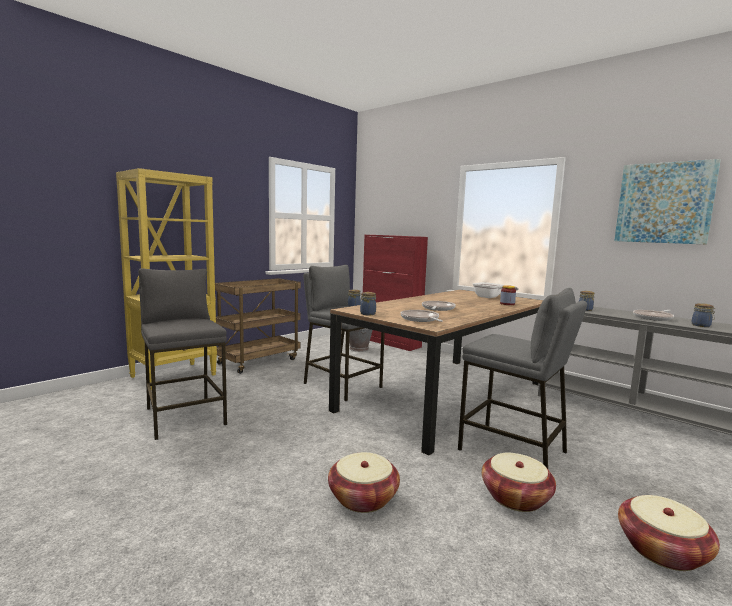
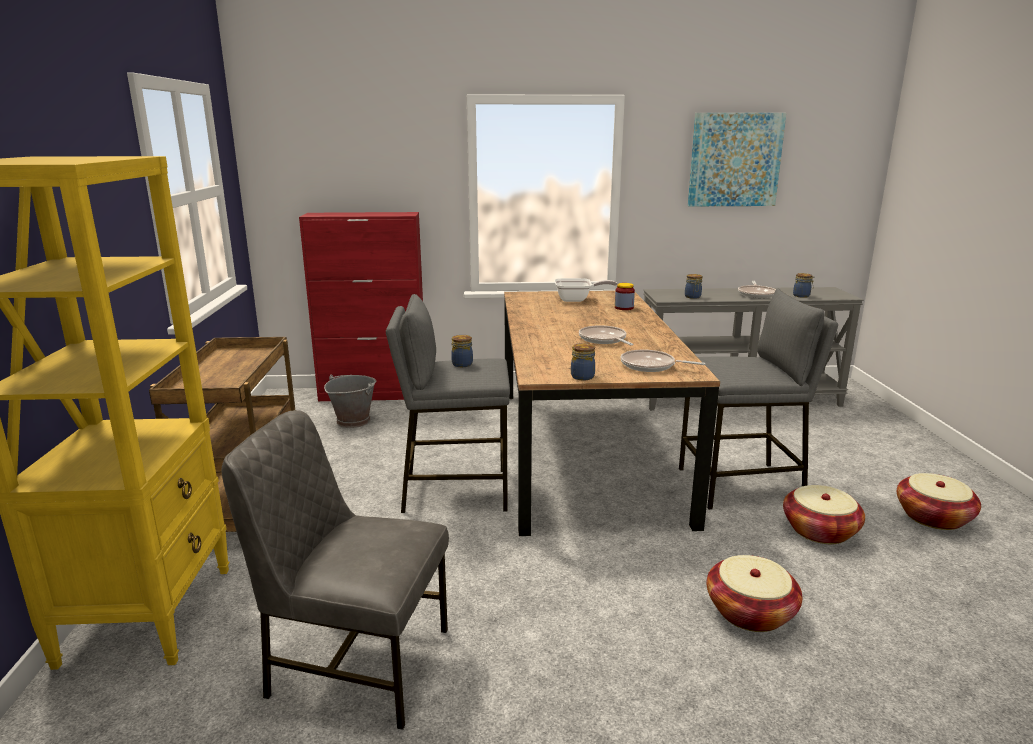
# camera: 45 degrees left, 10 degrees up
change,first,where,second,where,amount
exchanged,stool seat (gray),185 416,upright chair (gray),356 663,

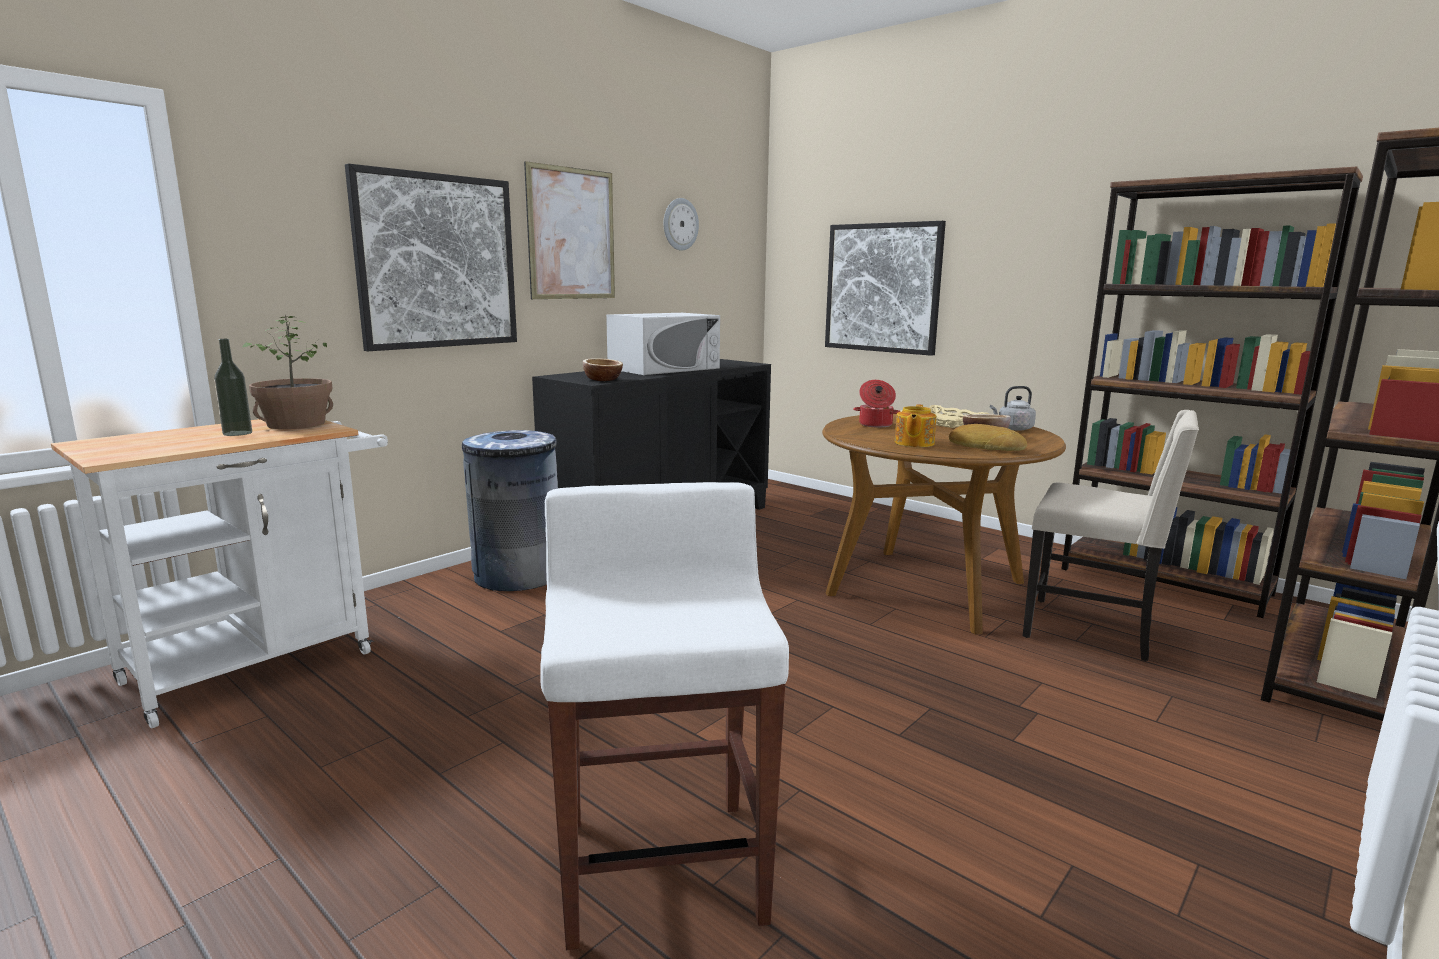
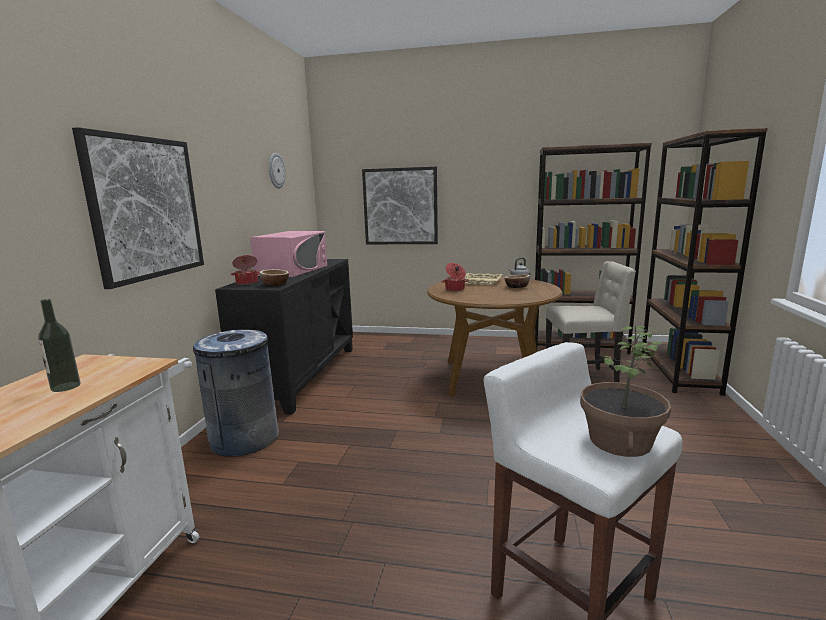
# camera: 30 degrees left, 0 degrees up
change,first,where,second,where,amount
relocated,houseplant,296 424,,619 440,
missing,picture,572 234,,,
colour,kitchen microwave (white),664 368,kitchen microwave (pink-coloured),292 270,
missing,tea pot,913 443,,,
missing,bakery bread,986 446,,,
appeared,,,cooking pot,247 283,

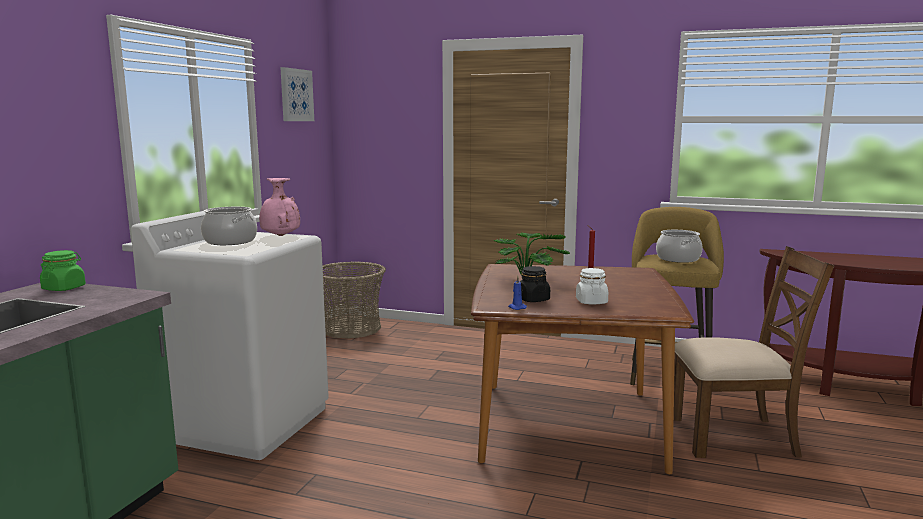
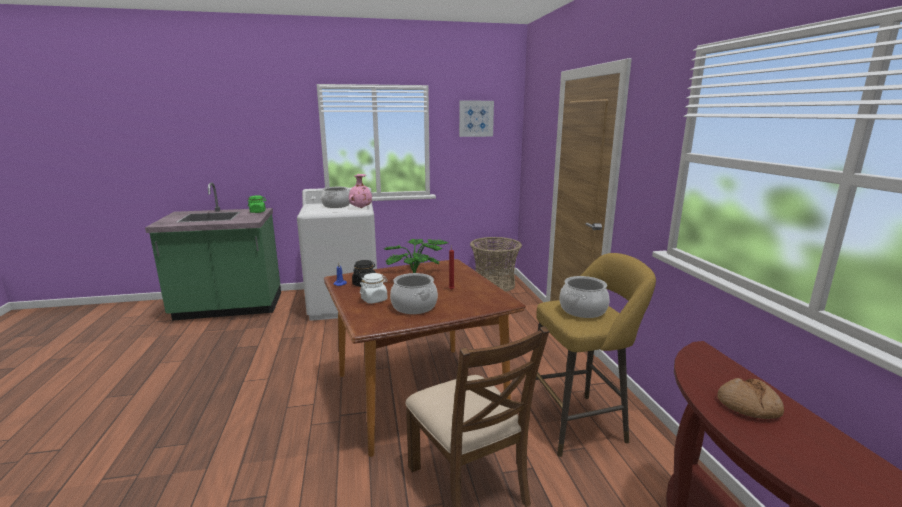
# camera: 60 degrees right, 5 degrees up
change,first,where,second,where,amount
appeared,,,cooking pot,413 306,
appeared,,,bakery bread,748 406,

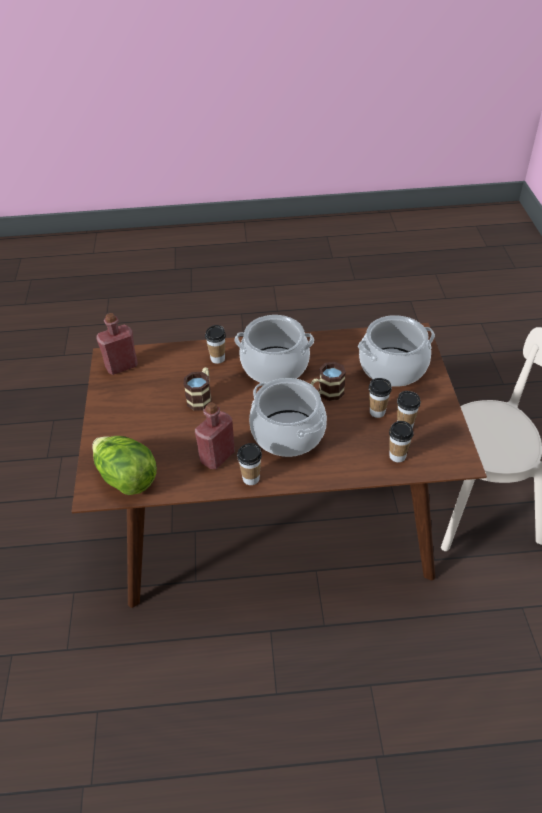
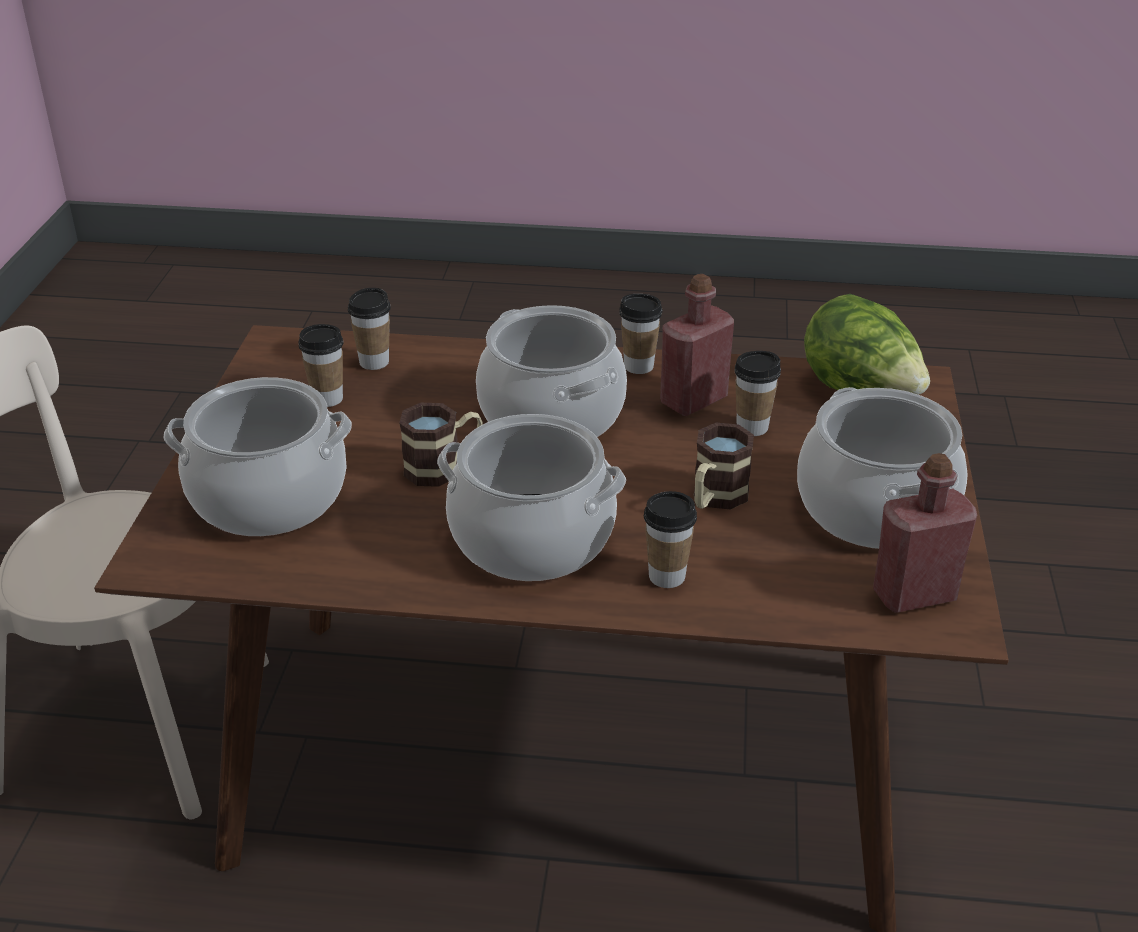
# camera: 170 degrees left, 10 degrees down
change,first,where,second,where,amount
relocated,drinking cup,377 412,,752 427,
appeared,,,cooking pot,874 509,

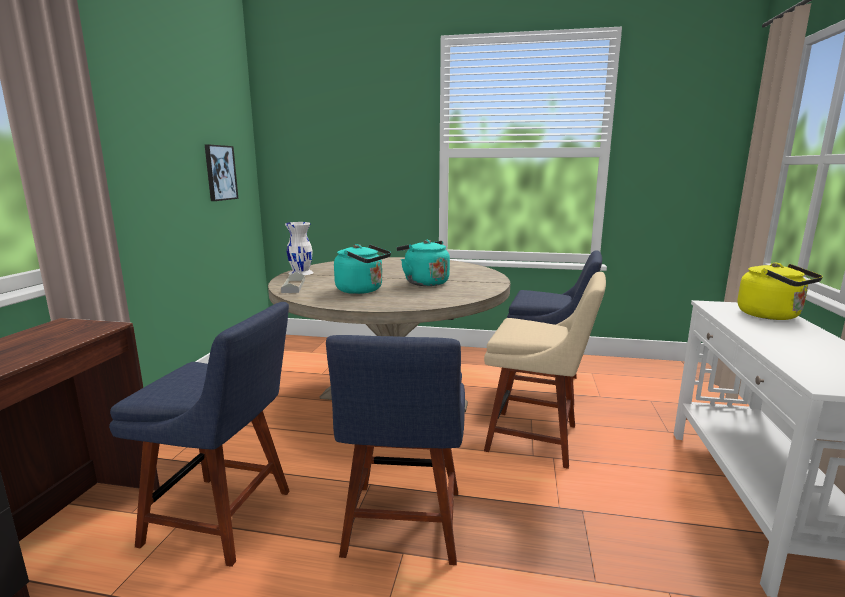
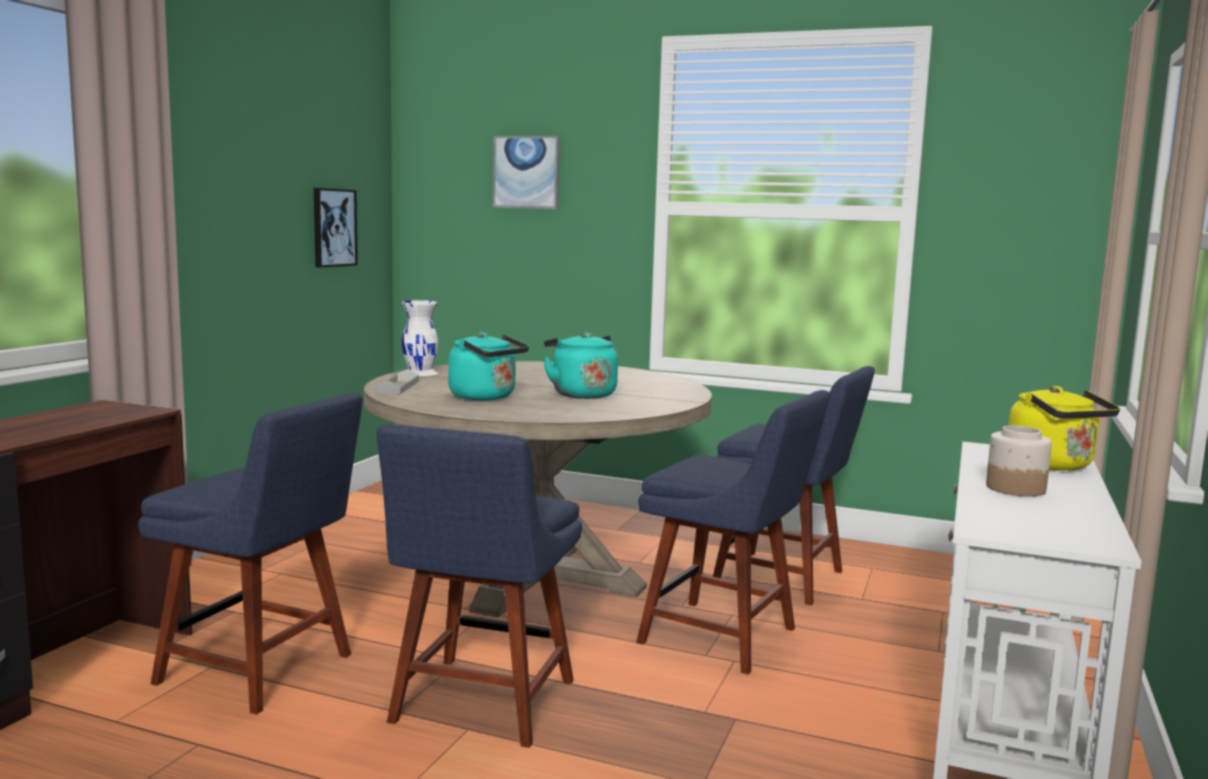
# camera: 10 degrees right, 5 degrees down
change,first,where,second,where,amount
colour,upright chair (beige),537 438,upright chair (blue),725 637,
appeared,,,picture,526 172,
appeared,,,jar,1014 488,

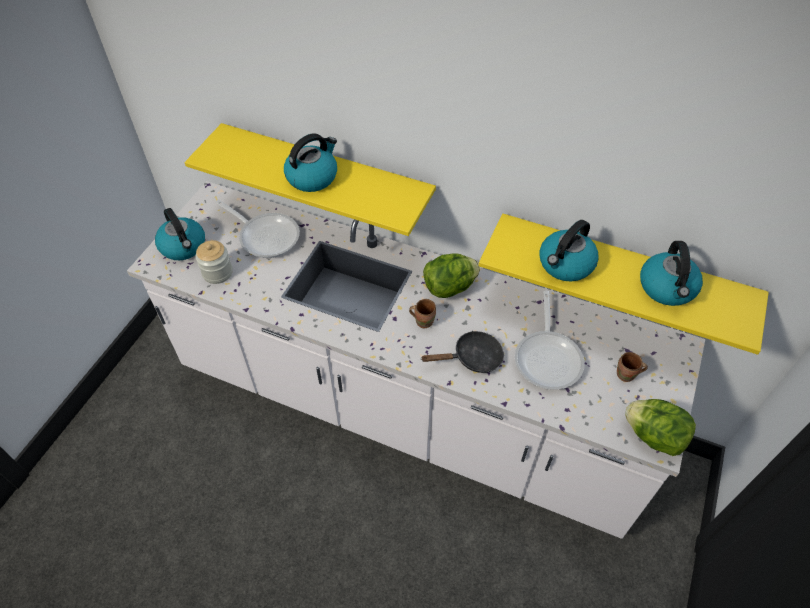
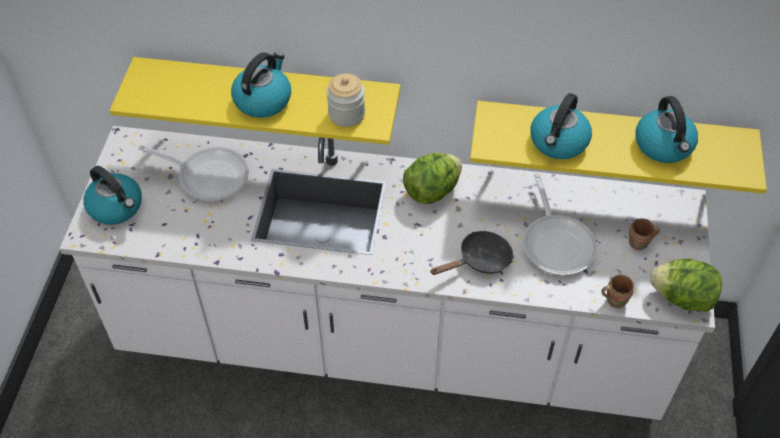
# camera: 15 degrees left, 0 degrees up
change,first,where,second,where,amount
relocated,jar,217 272,,346 114,
relocated,coffee mug (brown),423 320,,614 299,

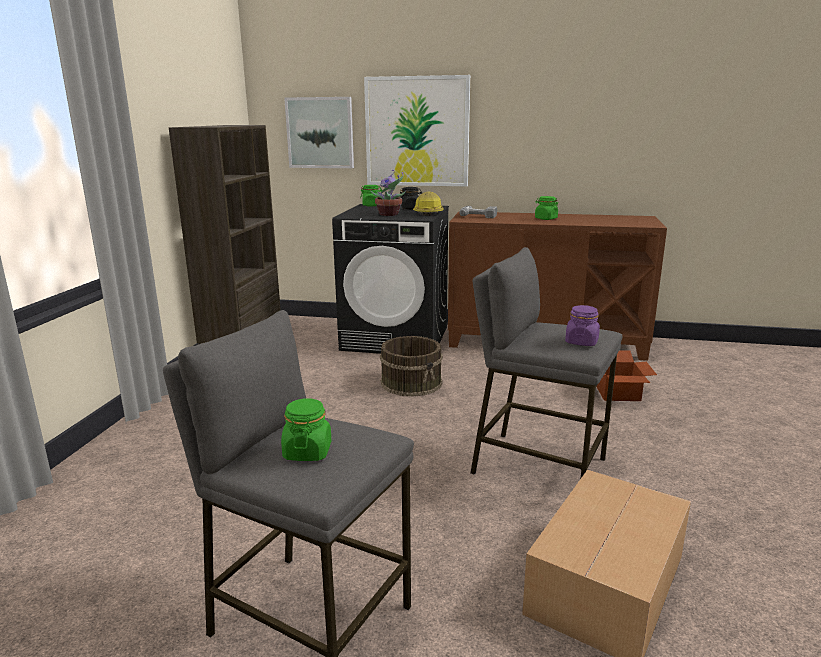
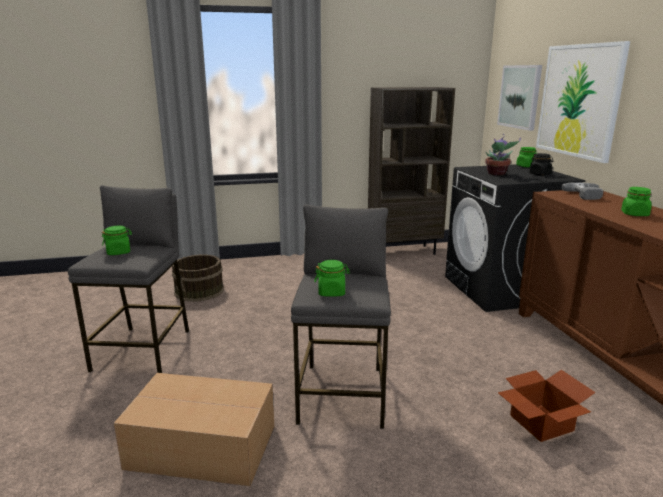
# camera: 65 degrees right, 0 degrees up
change,first,where,second,where,amount
relocated,water bucket (brown),412 382,,199 291,
missing,hard hat,428 213,,,
colour,jar (purple-coloured),581 342,jar (green),332 292,

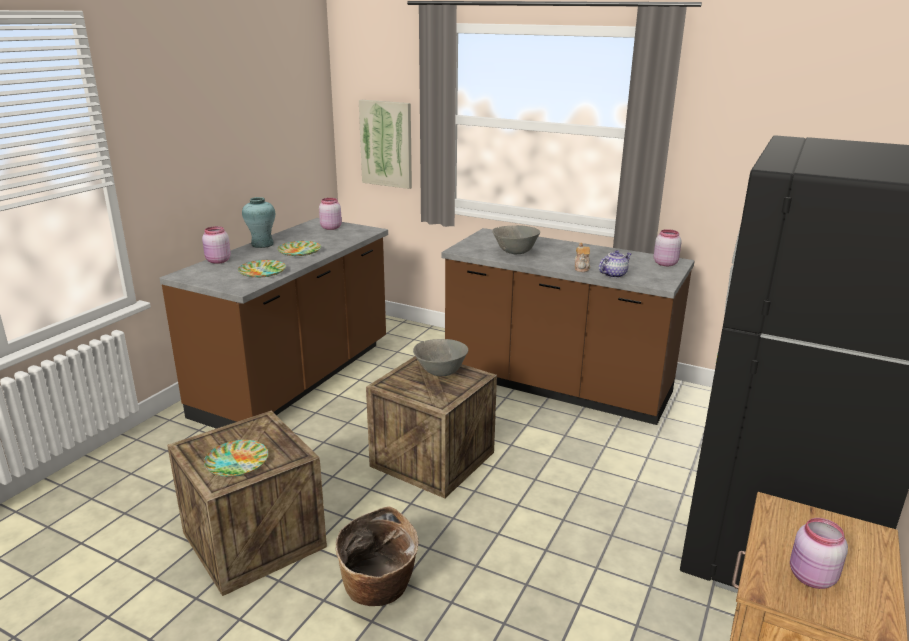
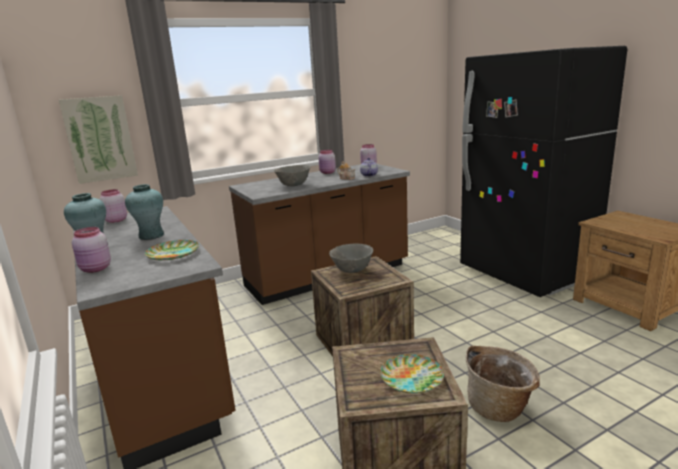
# camera: 55 degrees left, 5 degrees down
change,first,where,second,where,amount
exchanged,plate,300 251,vase (turquoise-coloured),151 236,
relocated,jar (pink-coloured),811 578,,327 172,

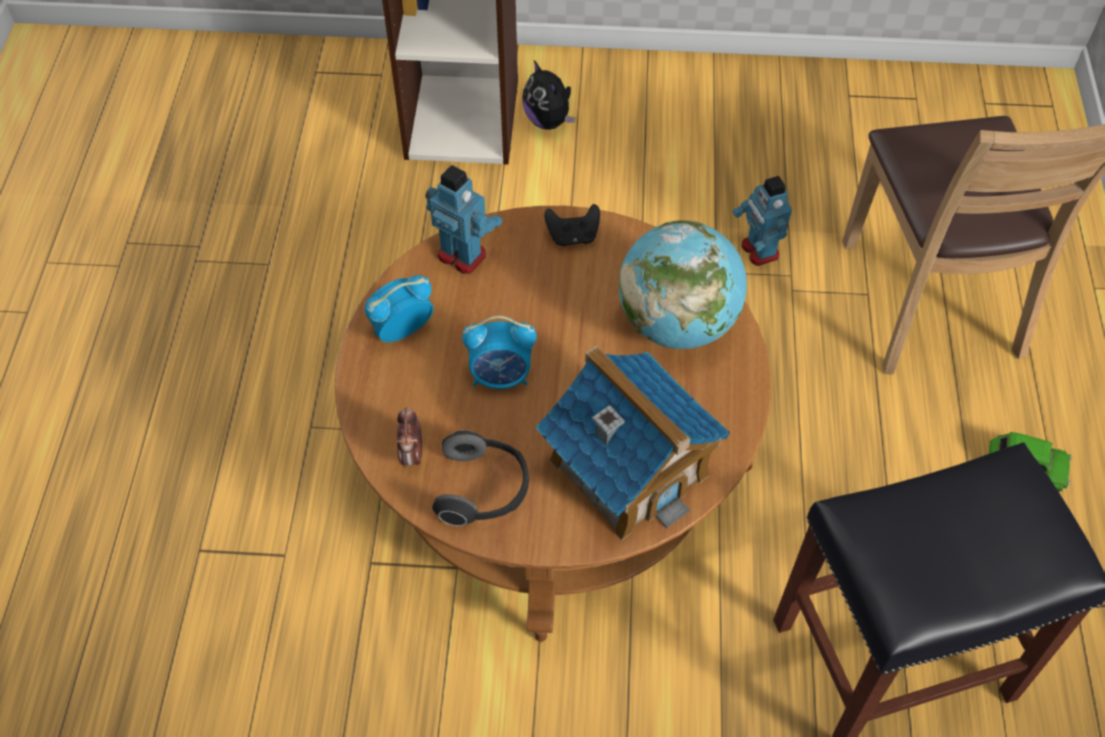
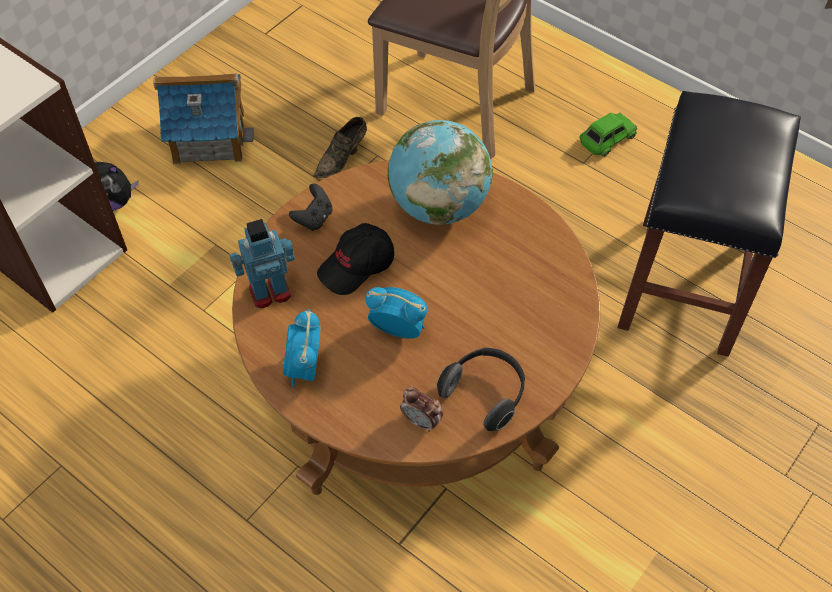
# camera: 55 degrees left, 0 degrees up
change,first,where,second,where,amount
spun,bedside clock,501 376,,398 329,105 degrees counterclockwise
relocated,miniature house,629 467,,208 137,
exchanged,toy robot,759 251,shoe (brown),342 158,
appeared,,,cap (blackish),357 266,

